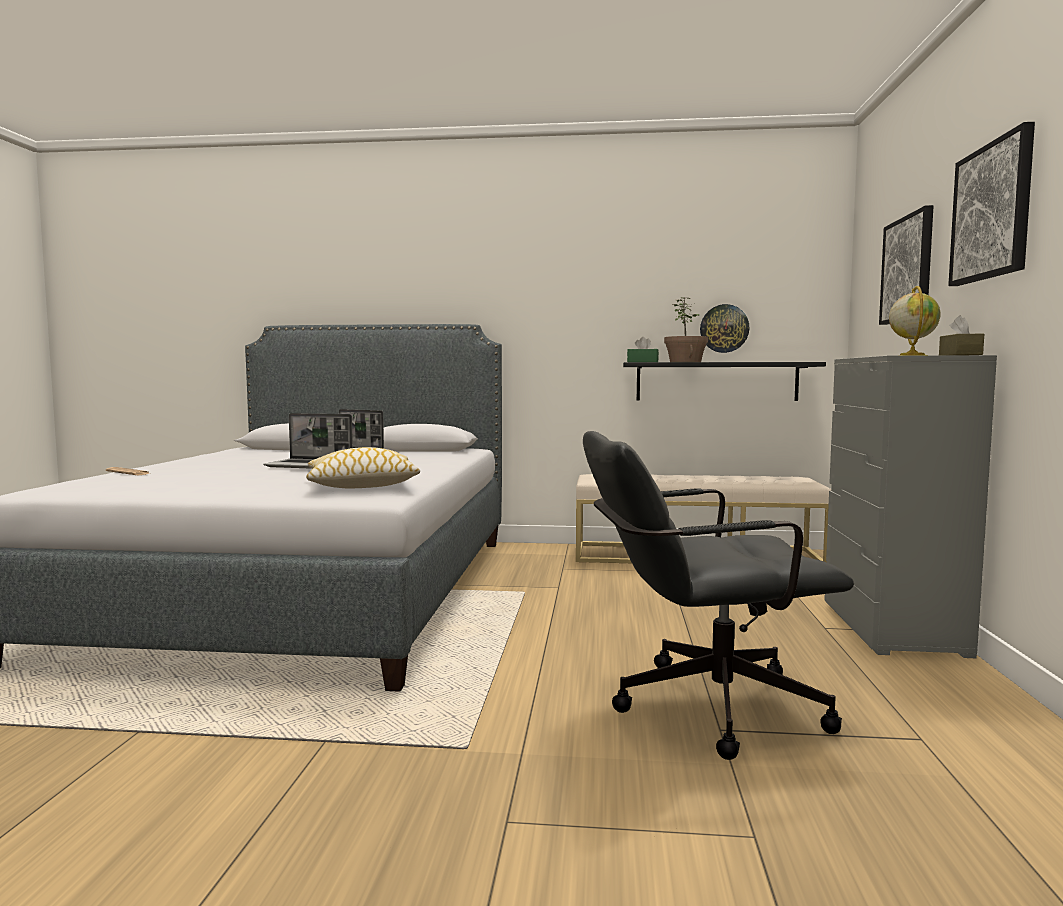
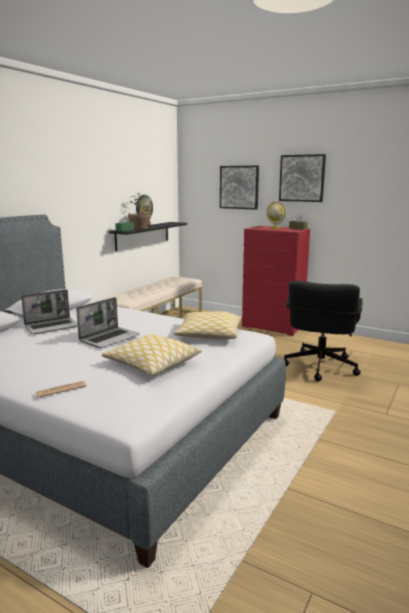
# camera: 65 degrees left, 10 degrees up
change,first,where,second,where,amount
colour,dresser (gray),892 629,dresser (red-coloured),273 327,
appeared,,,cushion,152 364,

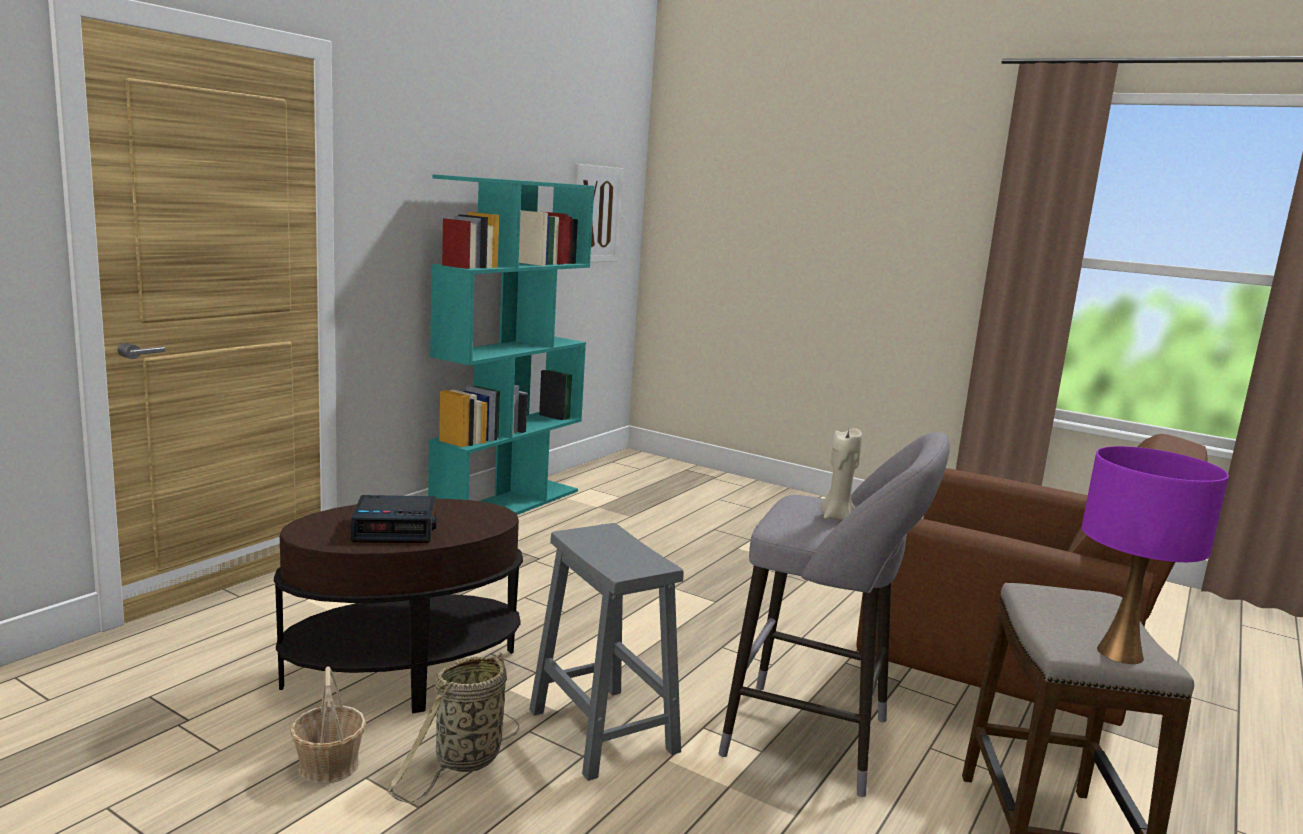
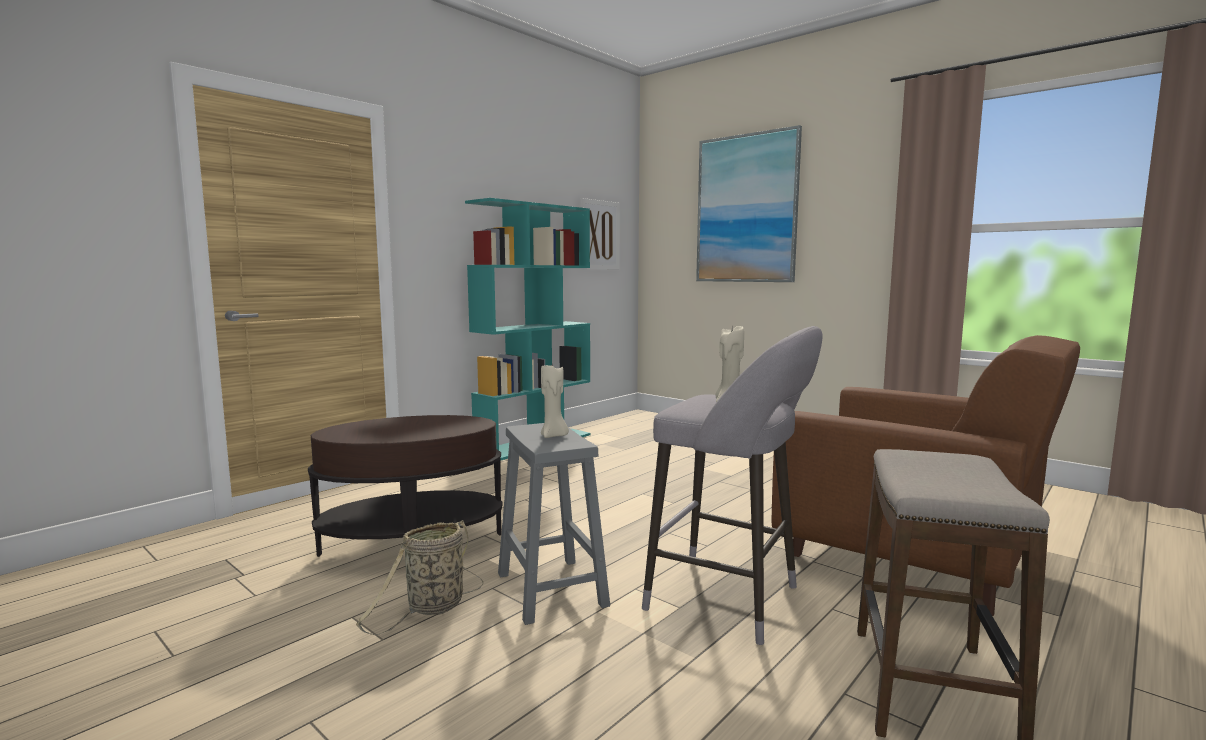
# camera: 10 degrees right, 5 degrees down
change,first,where,second,where,amount
missing,basket,328 766,,,
missing,bedside clock,396 529,,,
missing,tabletop lamp (purple-coloured),1119 653,,,
appeared,,,wax light (beige),554 436,
appeared,,,picture,746 209,

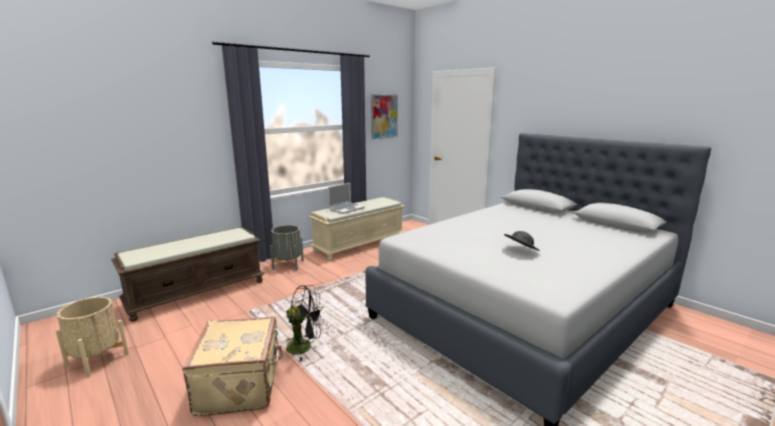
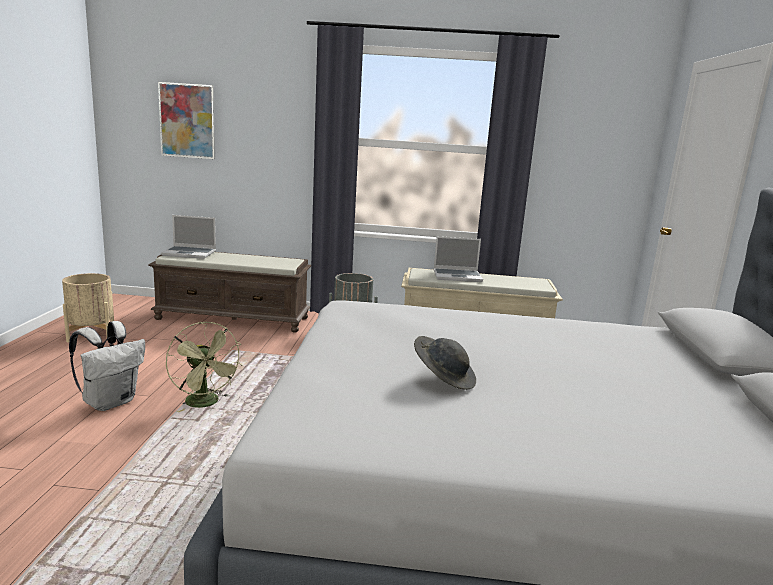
# camera: 45 degrees right, 0 degrees up
change,first,where,second,where,amount
exchanged,travel case (beige),241 385,rucksack (white),110 402,
colour,electric fan (blackish),305 347,electric fan (green),206 403,
relocated,picture,384 116,,187 121,
appeared,,,notebook computer,190 253,

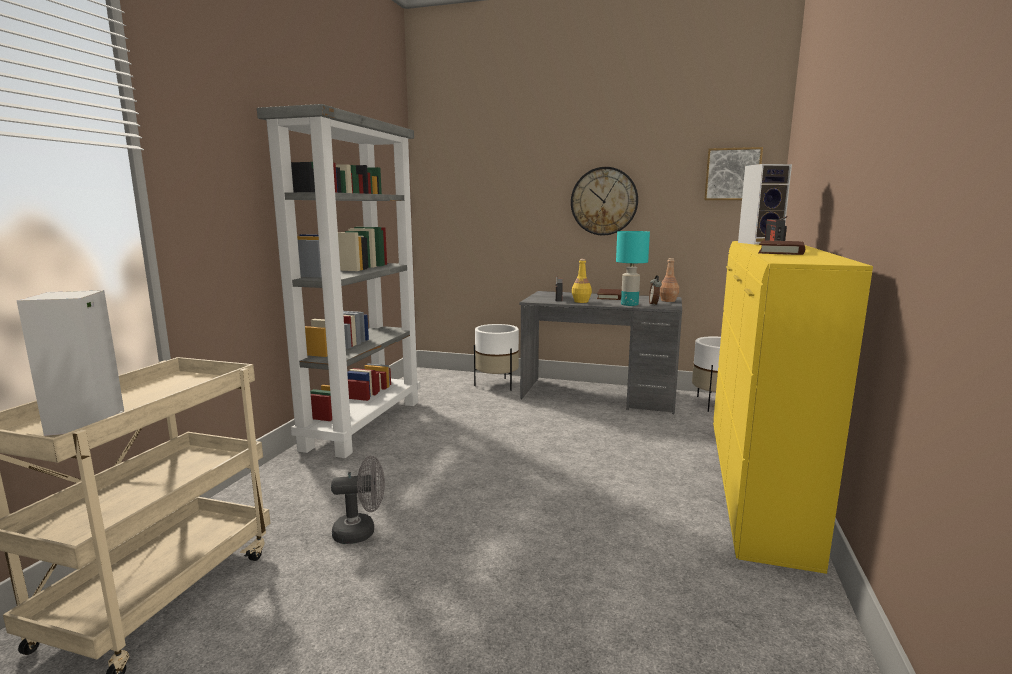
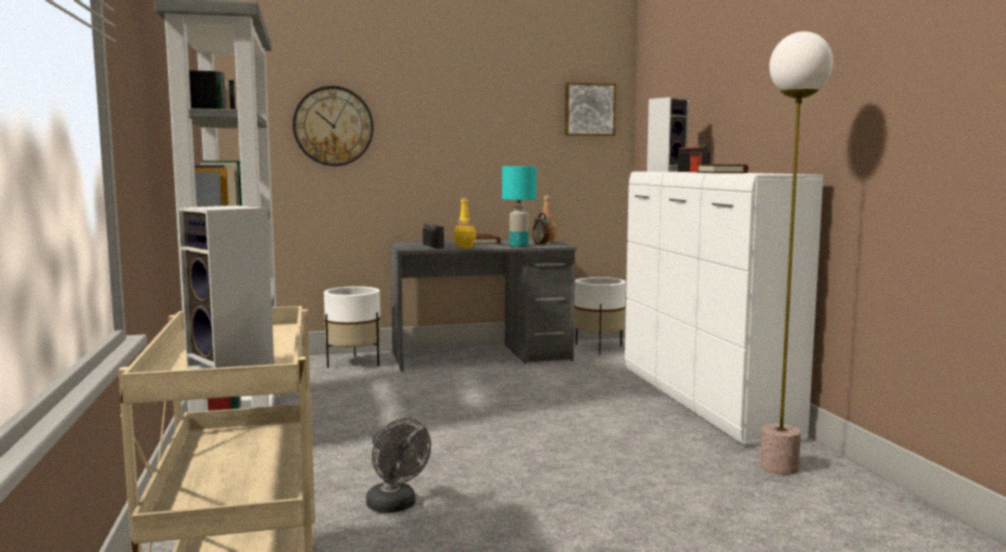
# camera: 30 degrees left, 5 degrees down
change,first,where,second,where,amount
spun,electric fan (gray),361 532,,395 506,90 degrees clockwise
relocated,wall clock,604 201,,333 126,
colour,dresser (yellow),753 489,dresser (white),701 401,
appeared,,,standing lamp,780 467,

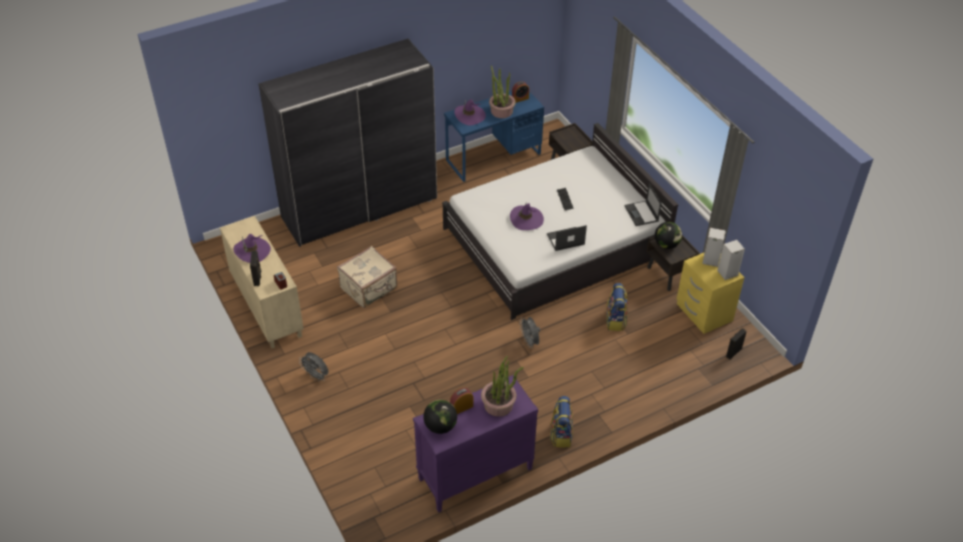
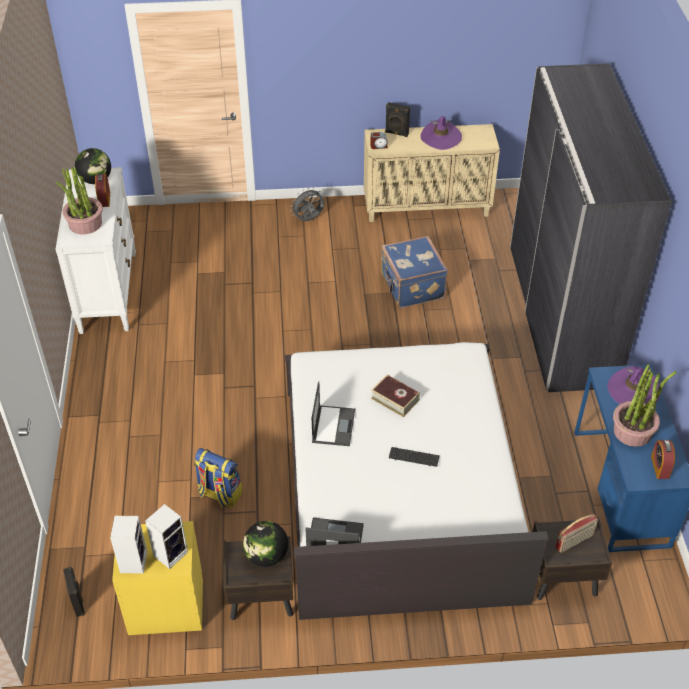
# camera: 115 degrees right, 0 degrees up
change,first,where,second,where,amount
colour,travel case (beige),369 288,travel case (blue),411 287,
colour,dresser (purple-coloured),475 475,dresser (white),108 292,
exchanged,clothing hat (purple-coloured),526 219,bound book,395 399,
missing,electric fan (gray),530 342,,,
missing,rucksack,560 434,,,
appeared,,,radio set,574 542,

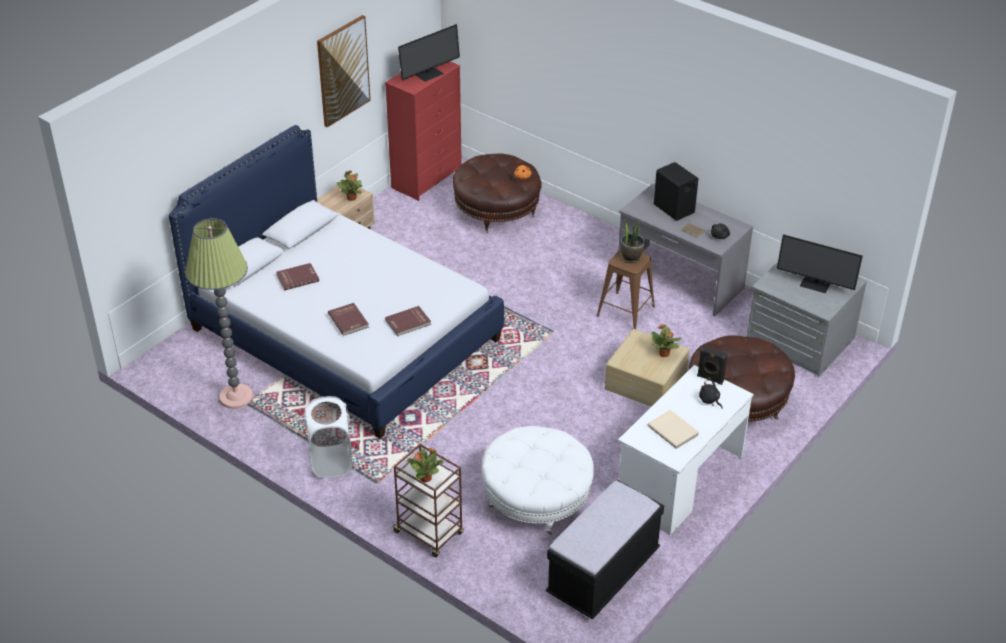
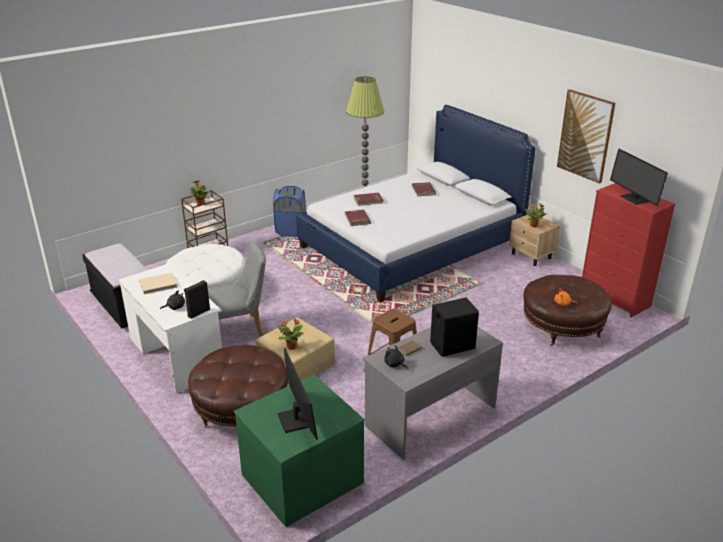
# camera: 105 degrees right, 10 degrees down
change,first,where,second,where,amount
colour,washing basket (white),331 462,washing basket (blue),291 231,
missing,houseplant,631 257,,,
colour,dresser (gray),799 341,dresser (green),301 477,
spun,computer display,815 282,,297 419,120 degrees clockwise
appeared,,,upright chair (gray),240 329,

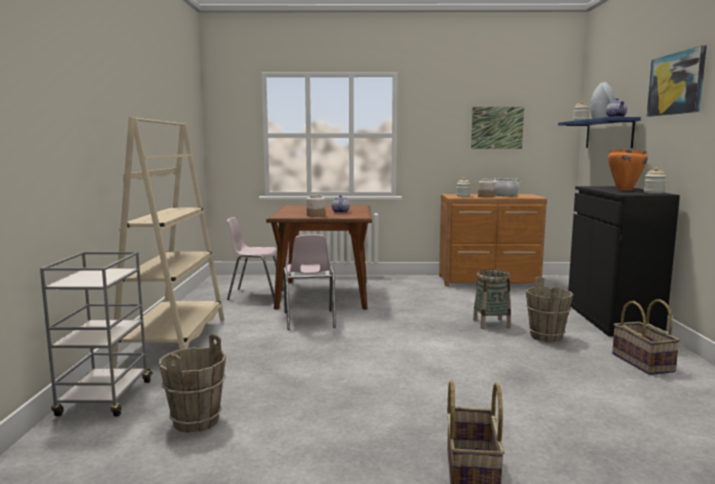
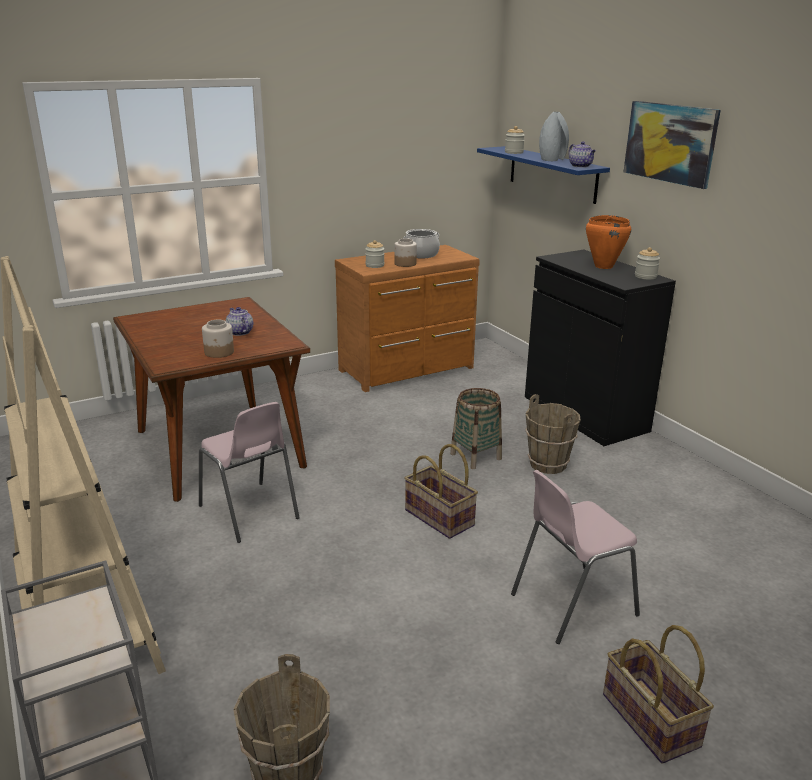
# camera: 30 degrees left, 15 degrees up
change,first,where,second,where,amount
relocated,upright chair (pink-coloured),255 295,,571 604,
missing,picture,497 128,,,
relocated,basket,643 363,,440 517,

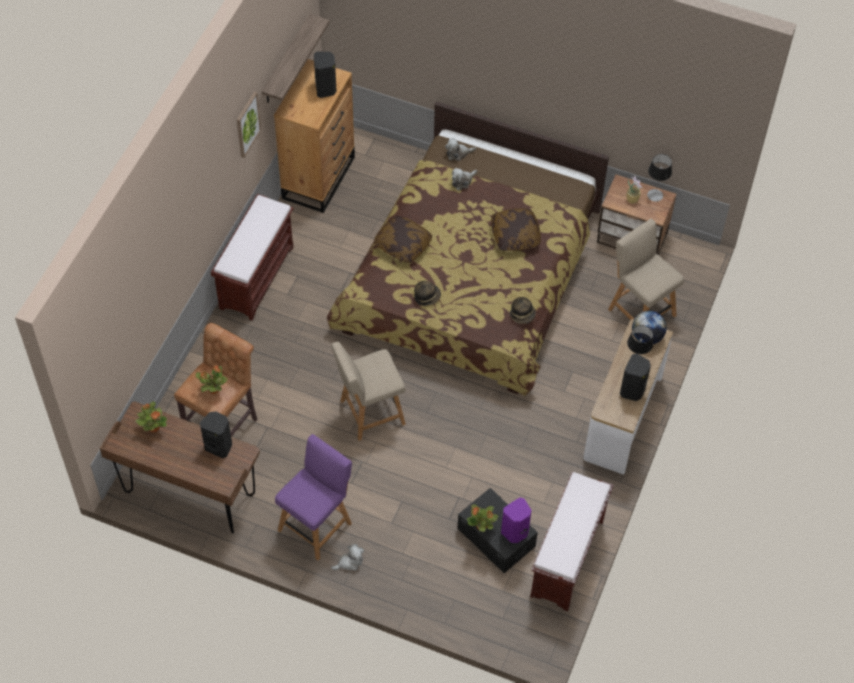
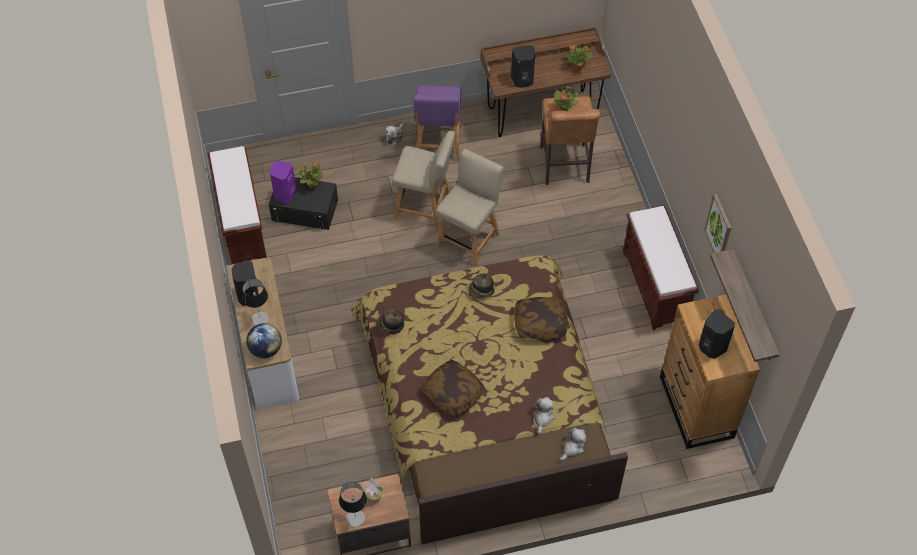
# camera: 145 degrees right, 0 degrees up
change,first,where,second,where,amount
relocated,upright chair (beige),639 310,,425 206,

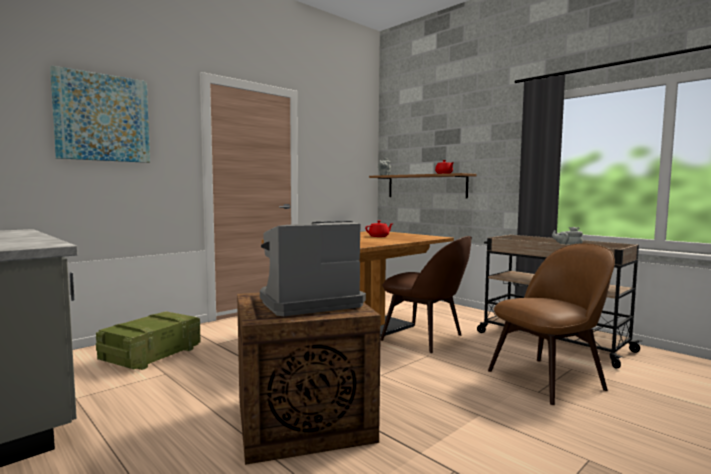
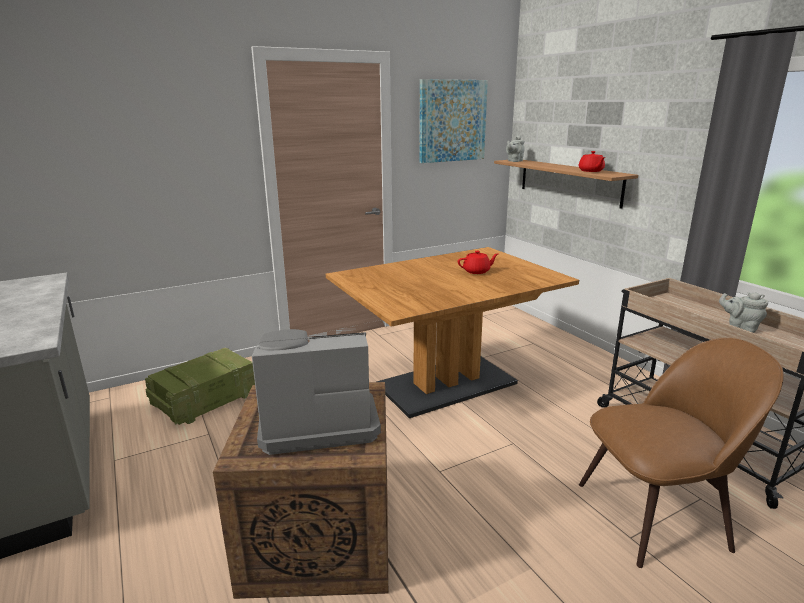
# camera: 15 degrees right, 15 degrees up
change,first,where,second,where,amount
relocated,picture,102 118,,452 121,
missing,upright chair (brown),425 338,,,

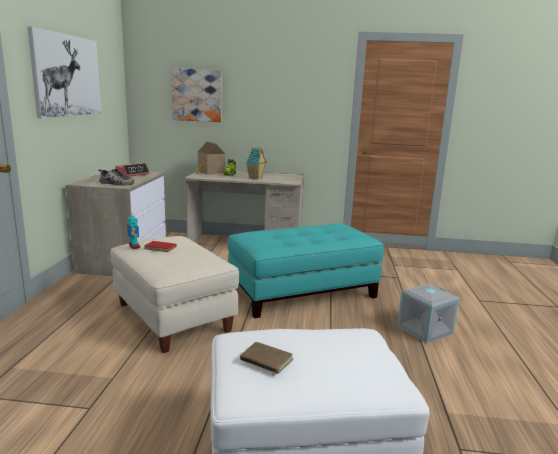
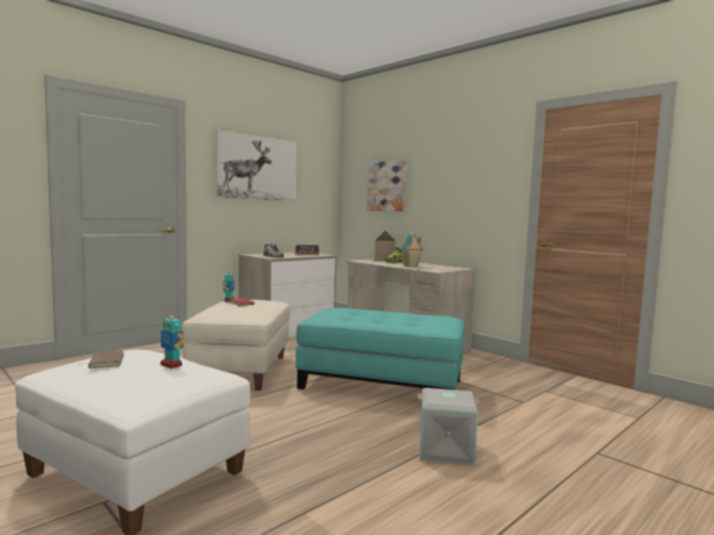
# camera: 40 degrees right, 10 degrees down
change,first,where,second,where,amount
appeared,,,toy robot,171 365,

